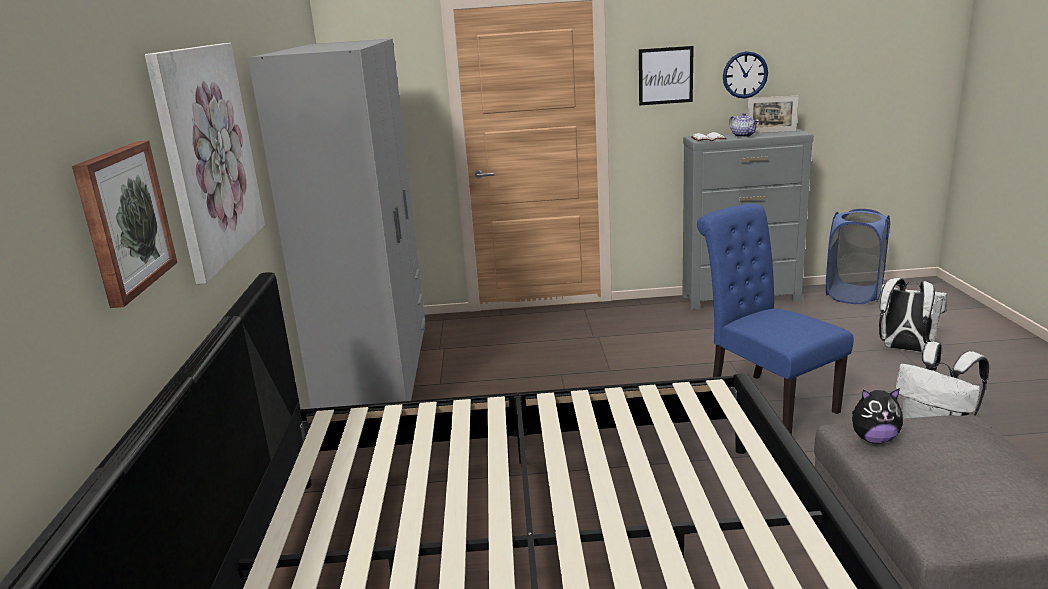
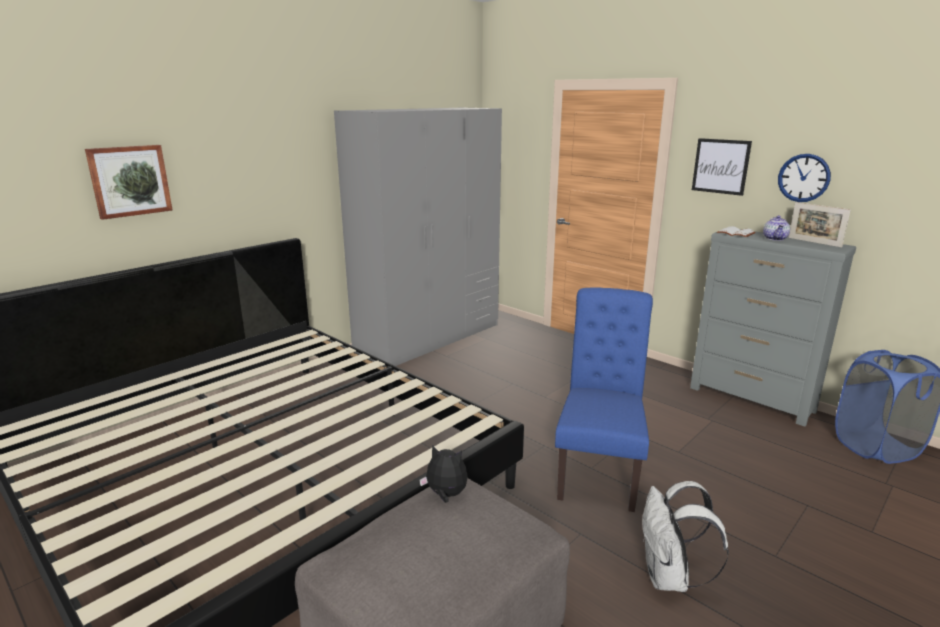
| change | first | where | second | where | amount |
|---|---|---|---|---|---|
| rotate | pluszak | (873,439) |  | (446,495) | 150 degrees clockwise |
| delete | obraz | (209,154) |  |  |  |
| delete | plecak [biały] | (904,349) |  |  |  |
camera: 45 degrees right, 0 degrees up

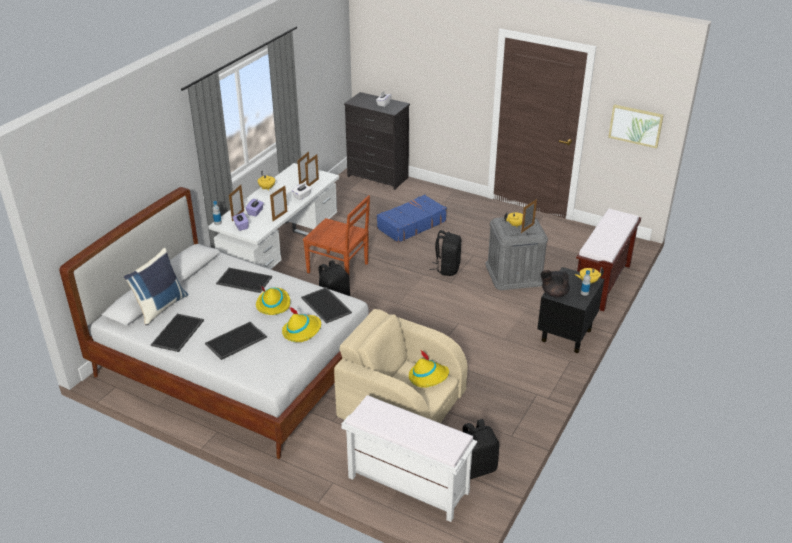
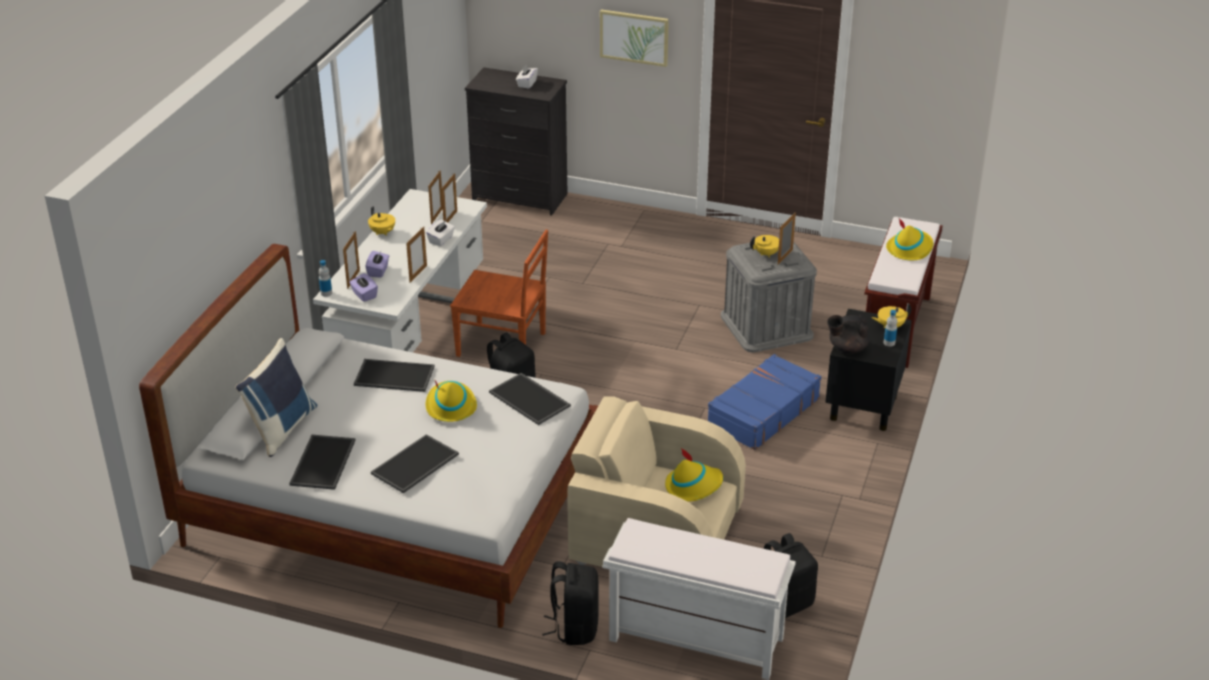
| change | first | where | second | where | amount |
|---|---|---|---|---|---|
| move | plecak [czarny] | (447,268) |  | (574,627) |  |
| move | obraz | (635,125) |  | (634,37) |  |
| move | walizka [niebieski] | (411,225) |  | (762,412) |  |
| move | kapelusz [żółty] | (302,331) |  | (909,249) |  |
camera: 10 degrees left, 0 degrees up

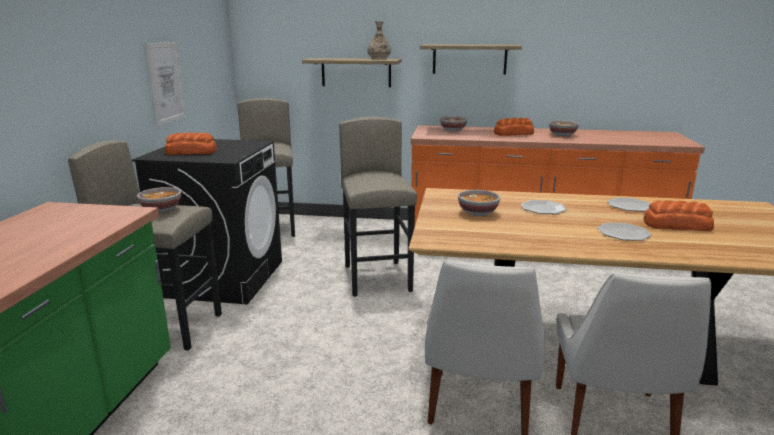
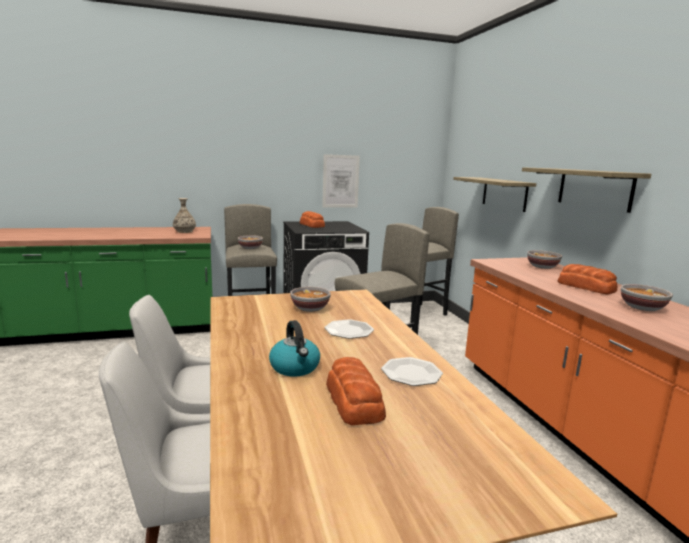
| change | first | where | second | where | amount |
|---|---|---|---|---|---|
| move | wazon | (379,59) |  | (185,231) |  |
| replace | talerz | (623,233) | czajnik | (295,367) |  |
camera: 65 degrees right, 5 degrees down

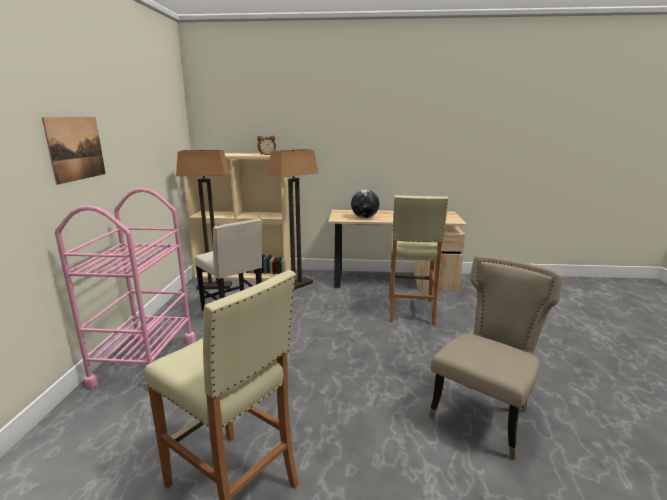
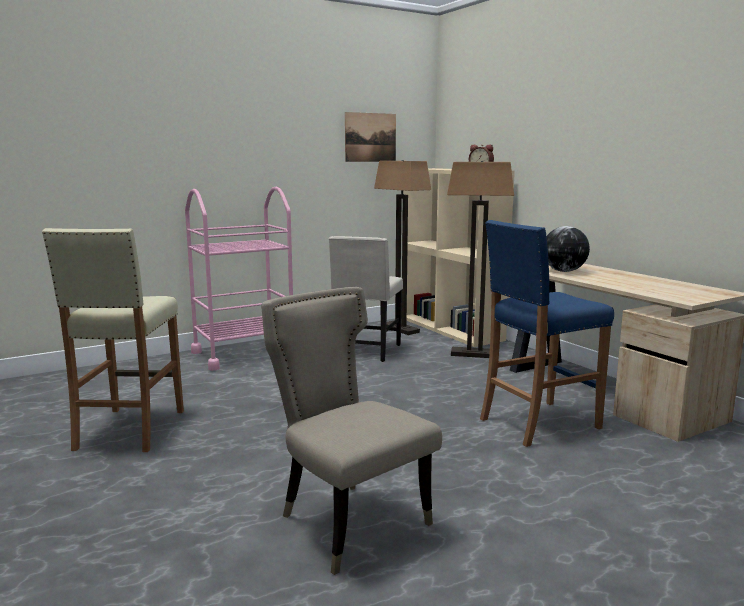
| change | first | where | second | where | amount |
|---|---|---|---|---|---|
| rotate | krzesło [beżowy] | (484,414) |  | (348,520) | 135 degrees counterclockwise |
| move | obraz | (76,148) |  | (370,137) |  |
| recolor | stołek [beżowy] | (410,310) | stołek [niebieski] | (538,423) |  |
camera: 55 degrees right, 5 degrees down

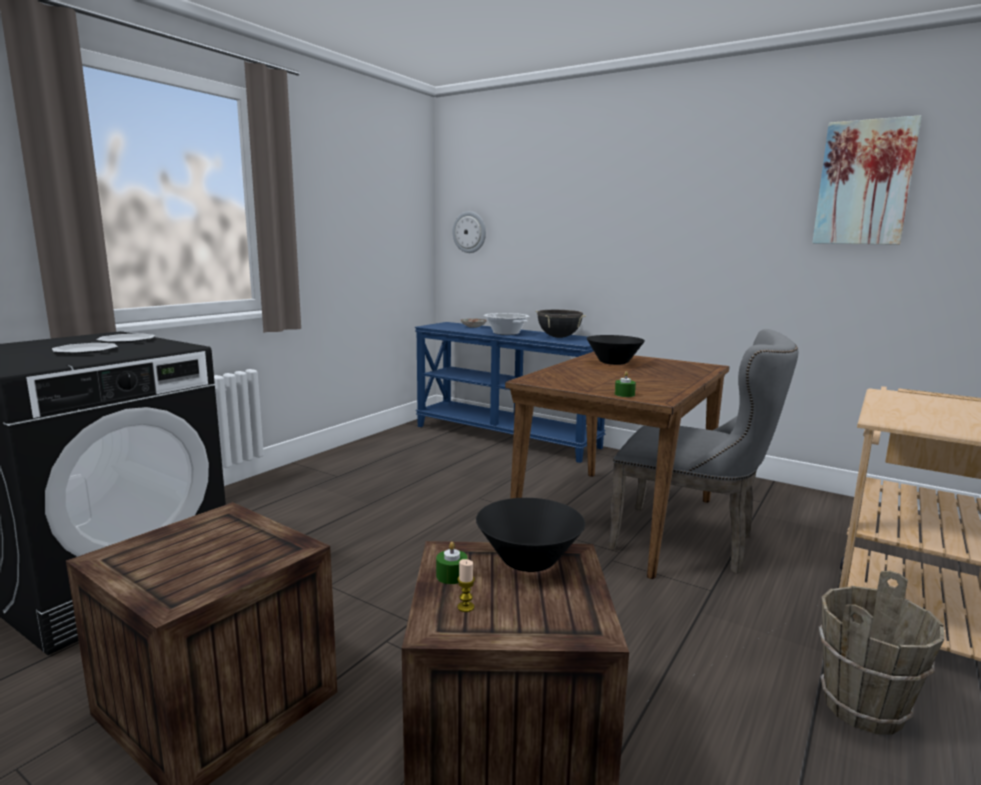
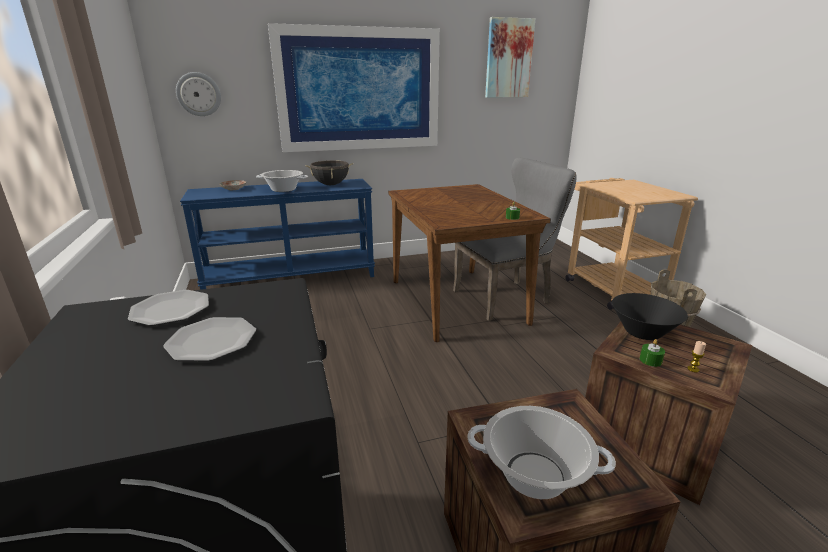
| change | first | where | second | where | amount |
|---|---|---|---|---|---|
| insert |  |  | obraz | (359,90) |  |
| insert |  |  | garnek | (535,475) |  |
| delete | miska [czarny] | (613,362) |  |  |  |
camera: 50 degrees left, 10 degrees up

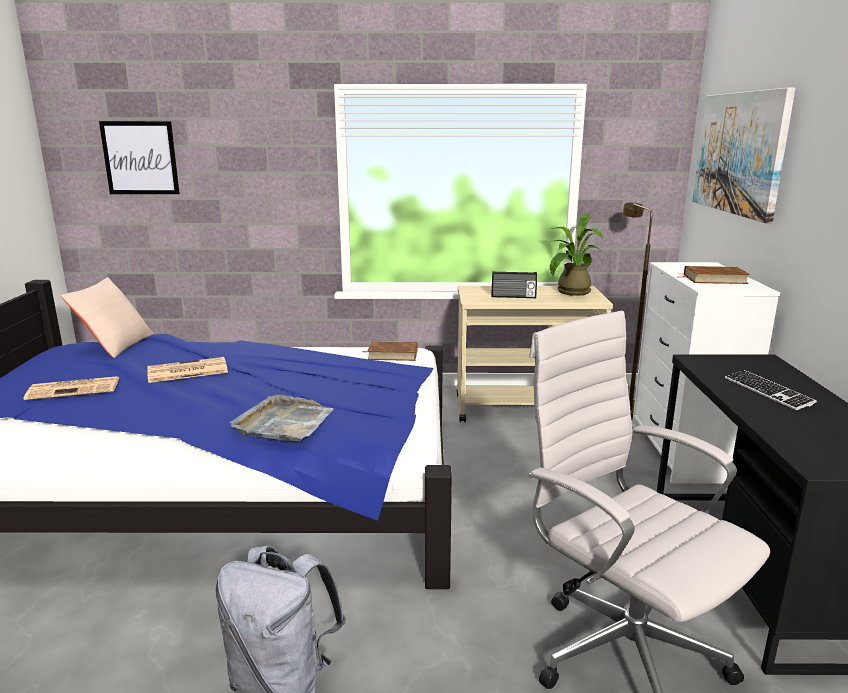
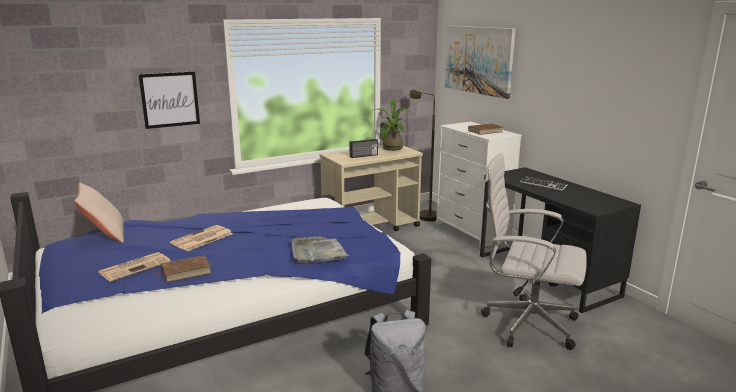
| change | first | where | second | where | amount |
|---|---|---|---|---|---|
| move | obraz | (140,158) |  | (170,99) |  |
| move | książka [brązowy] | (392,354) |  | (186,271) |  |
camera: 30 degrees left, 0 degrees up

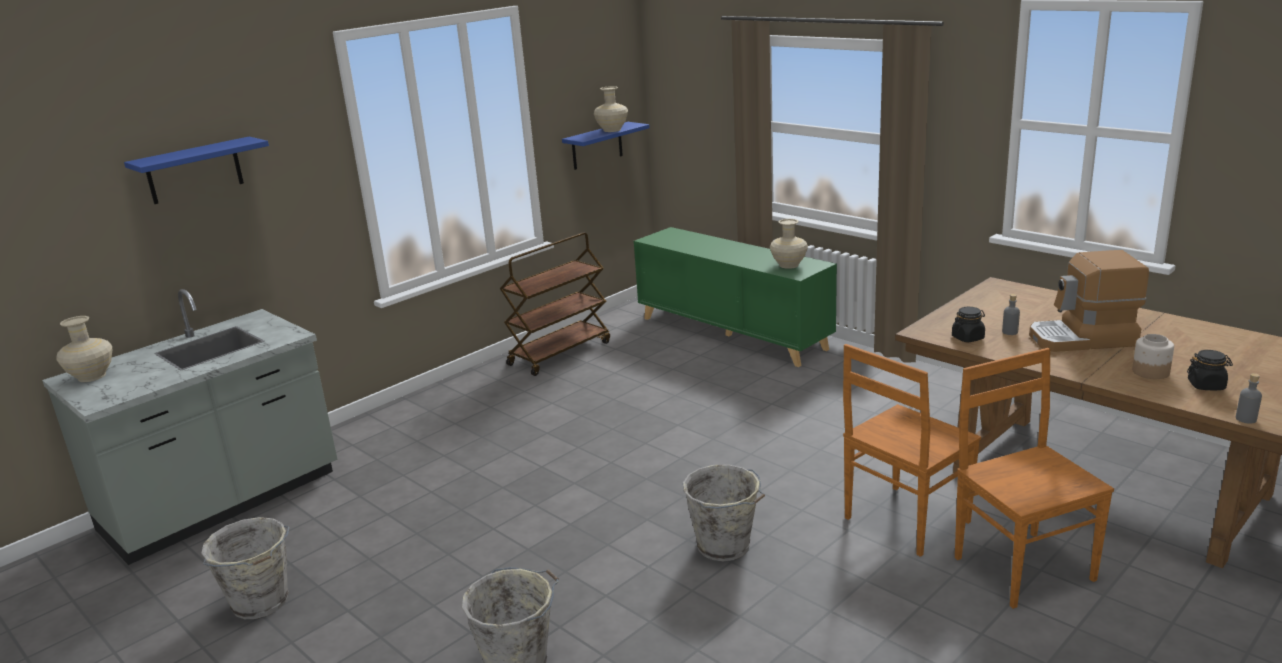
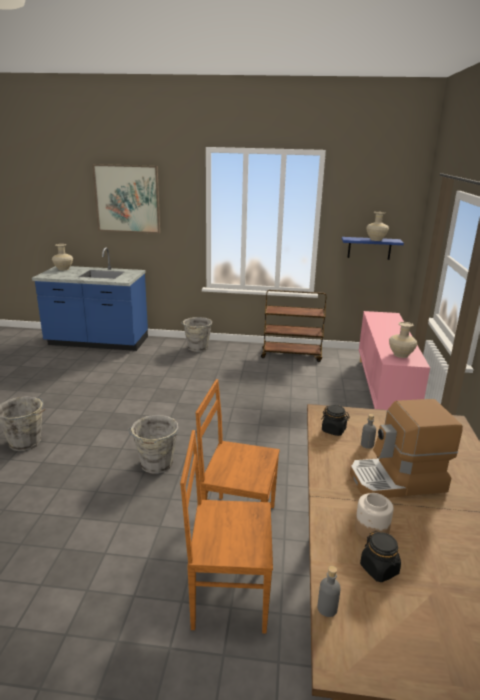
| change | first | where | second | where | amount |
|---|---|---|---|---|---|
| recolor | zabudowa kuchenna [szary] | (223,503) | zabudowa kuchenna [niebieski] | (97,342) |  |
| replace | półka [niebieski] | (194,171) | obraz | (127,199) |  |
| rotate | krzesło [brązowy] | (1021,566) |  | (227,595) | 120 degrees counterclockwise |
| move | wiadro [szary] | (261,603) |  | (197,348) |  |
| rotate | ekspres do kawy | (1083,339) |  | (397,480) | 60 degrees counterclockwise |
| recolor | szafka [zielony] | (732,333) | szafka [różowy] | (383,390) |  |
camera: 50 degrees right, 0 degrees up

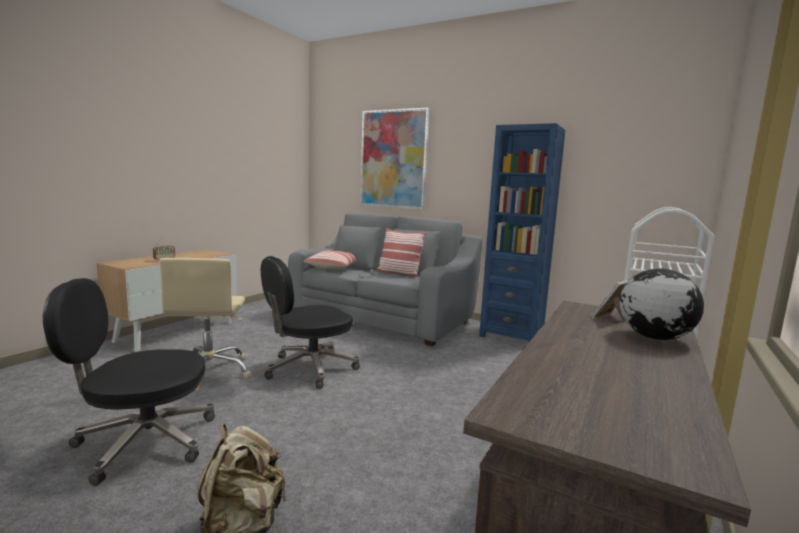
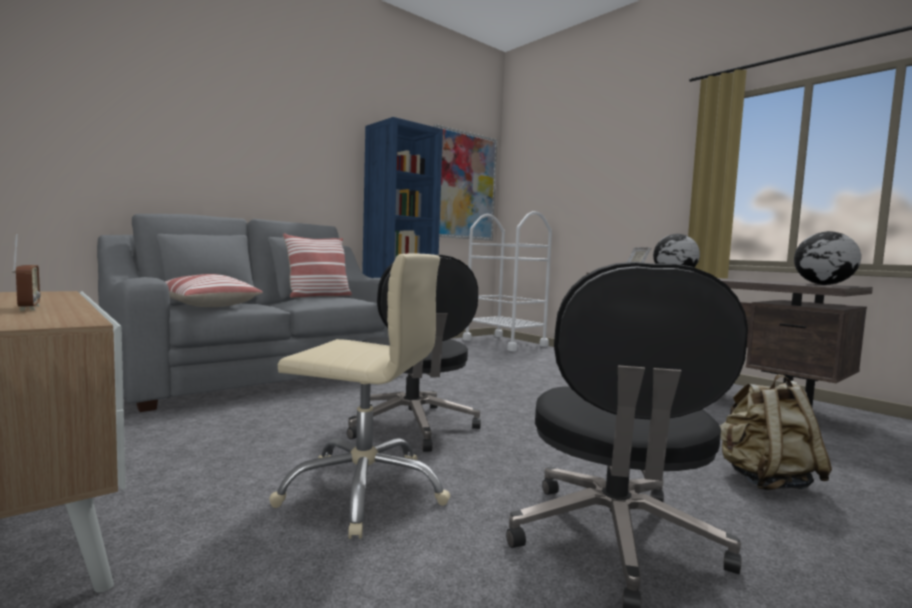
| change | first | where | second | where | amount |
|---|---|---|---|---|---|
| move | obraz | (393,159) |  | (464,186) |  |
| insert |  |  | globus | (823,284) |  |
camera: 70 degrees left, 5 degrees down

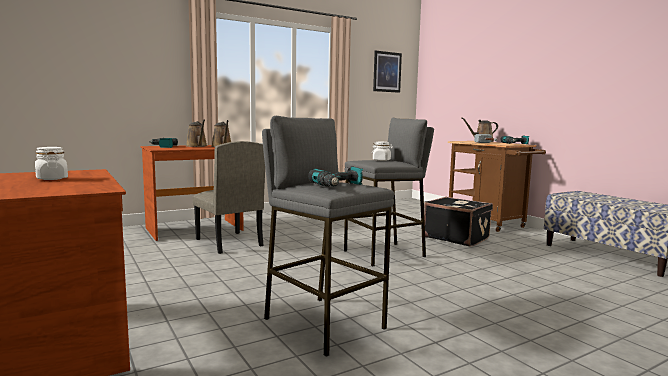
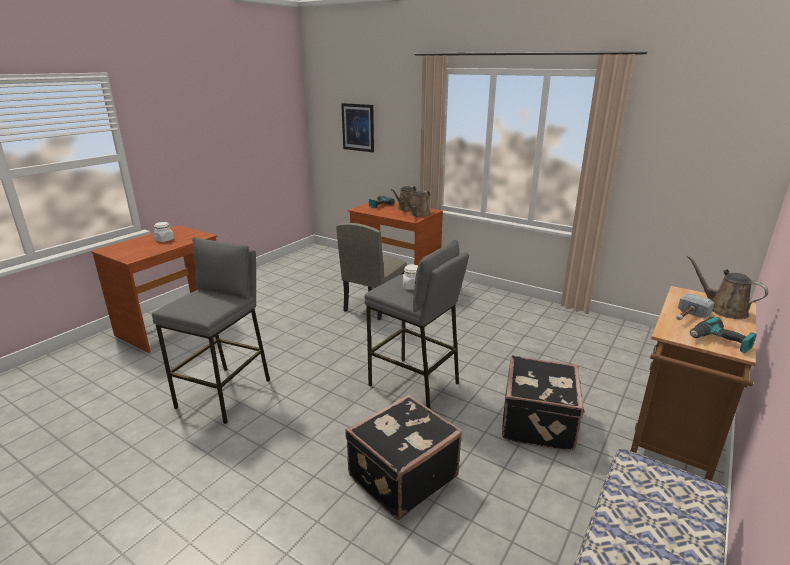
| change | first | where | second | where | amount |
|---|---|---|---|---|---|
| move | obraz | (387,72) |  | (358,127) |  |
| insert |  |  | walizka [czarny] | (401,475) |  |
| delete | wiertarka | (339,186) |  |  |  |
camera: 65 degrees right, 15 degrees up

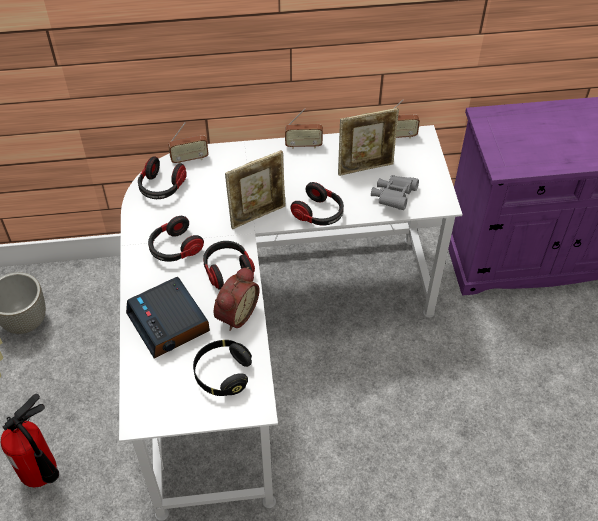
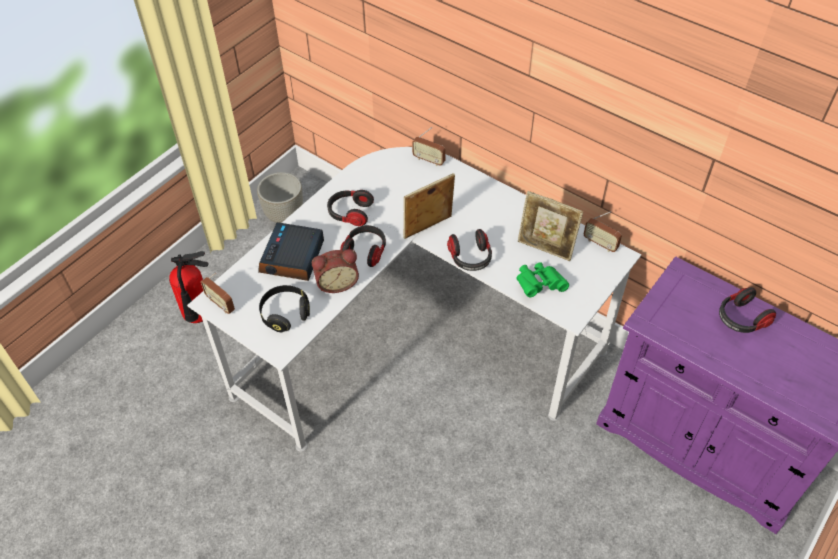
| change | first | where | second | where | amount |
|---|---|---|---|---|---|
| move | radio | (303,145) |  | (221,304) |  |
| rotate | ramka na zdjęcie | (258,215) |  | (428,229) | 135 degrees clockwise |
| recolor | lornetka [szary] | (393,197) | lornetka [zielony] | (539,285) |  |
| move | słuchawki | (161,187) |  | (741,319) |  |
camera: 45 degrees right, 0 degrees up

